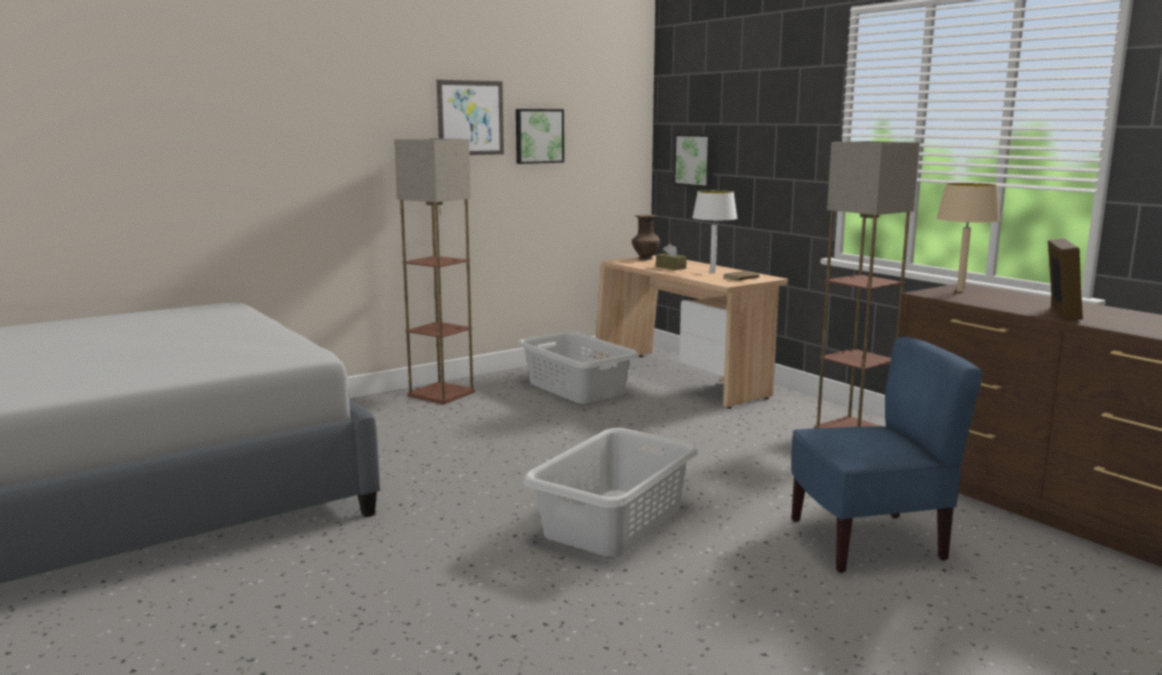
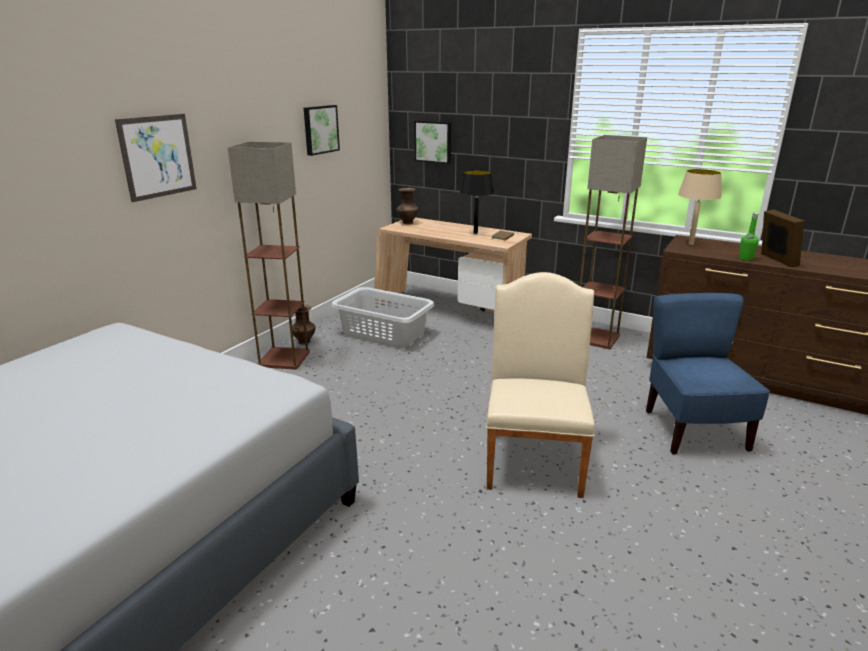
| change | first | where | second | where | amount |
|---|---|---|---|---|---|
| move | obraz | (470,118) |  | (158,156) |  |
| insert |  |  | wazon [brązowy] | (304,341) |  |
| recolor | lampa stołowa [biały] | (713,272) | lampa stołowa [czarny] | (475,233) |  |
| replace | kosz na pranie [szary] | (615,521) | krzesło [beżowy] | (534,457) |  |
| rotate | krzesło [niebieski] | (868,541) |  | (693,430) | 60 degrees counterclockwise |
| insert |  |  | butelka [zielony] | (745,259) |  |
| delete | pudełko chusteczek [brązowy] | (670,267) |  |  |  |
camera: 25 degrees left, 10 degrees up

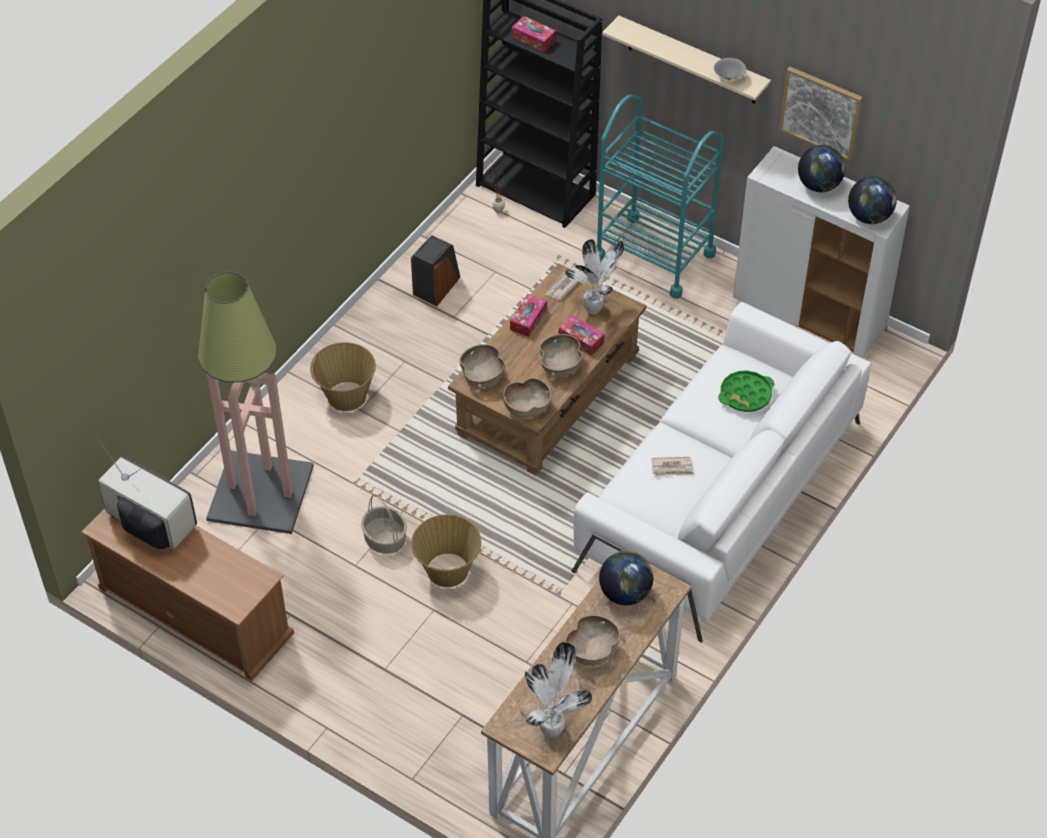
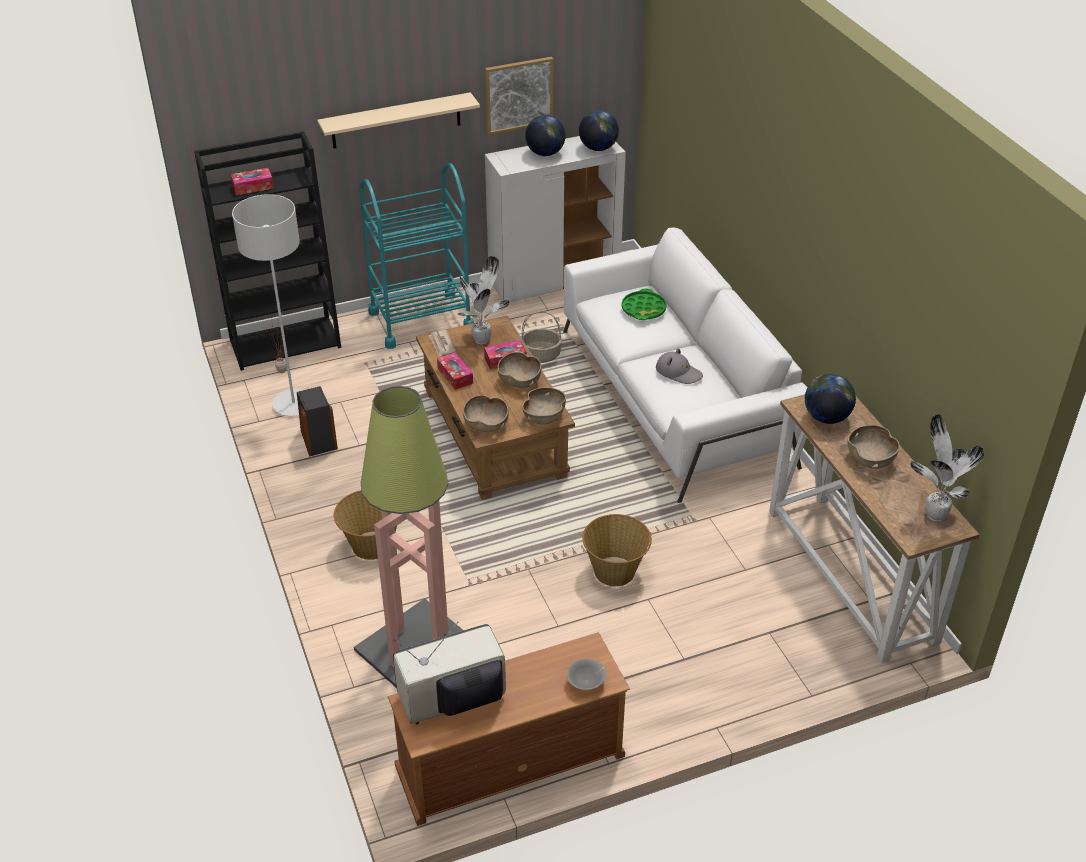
| change | first | where | second | where | amount |
|---|---|---|---|---|---|
| insert |  |  | lampa stojąca [szary] | (294,404) |  |
| move | koszyk | (384,539) |  | (540,355) |  |
| move | miska [szary] | (729,77) |  | (587,683) |  |
| replace | gazeta | (672,468) | kapelusz [szary] | (678,372) |  |
camera: 55 degrees left, 10 degrees down

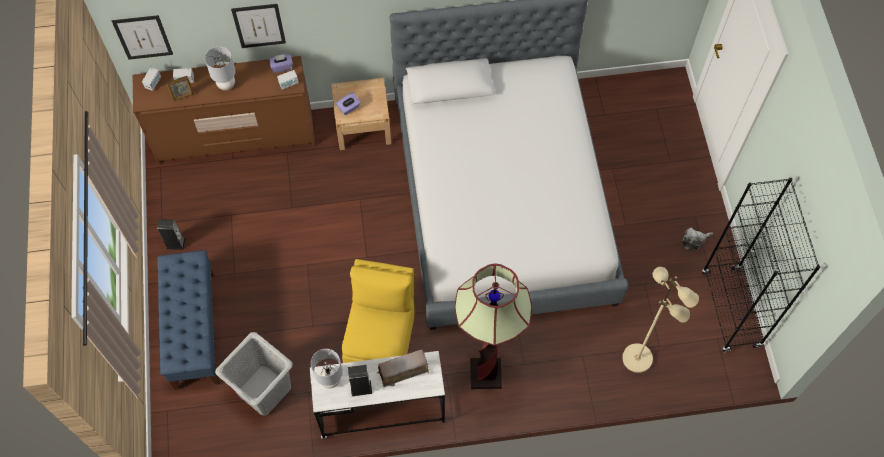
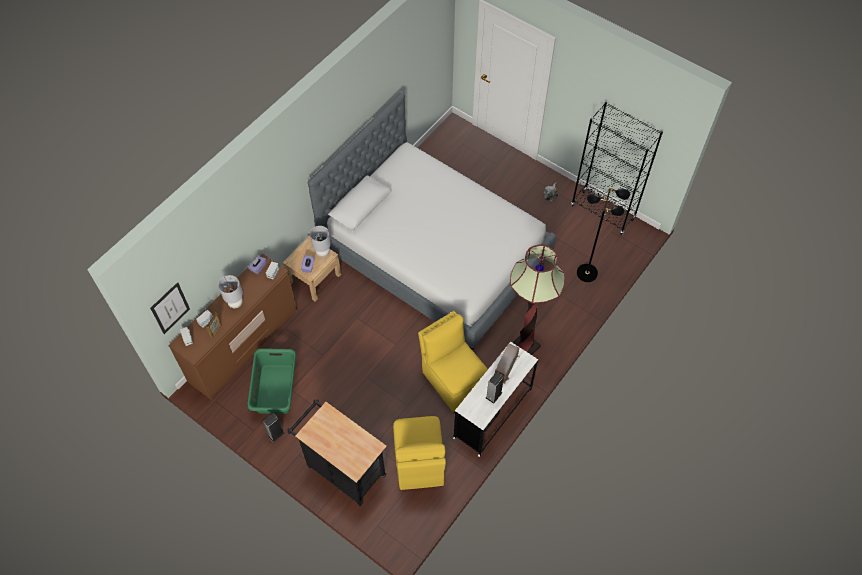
| change | first | where | second | where | amount |
|---|---|---|---|---|---|
| insert |  |  | kosz na pranie [zielony] | (276,389) |  |
| replace | ławka [niebieski] | (195,330) | wózek [czarny] | (342,468) |  |
| move | lampa stołowa [szary] | (330,380) |  | (323,253) |  |
| replace | kosz na pranie [szary] | (263,390) | krzesło [żółty] | (419,463) |  |
| recolor | lampa stojąca [beżowy] | (638,358) | lampa stojąca [czarny] | (587,272) |  |
| delete | obraz | (259,25) |  |  |  |
camera: 45 degrees left, 5 degrees down

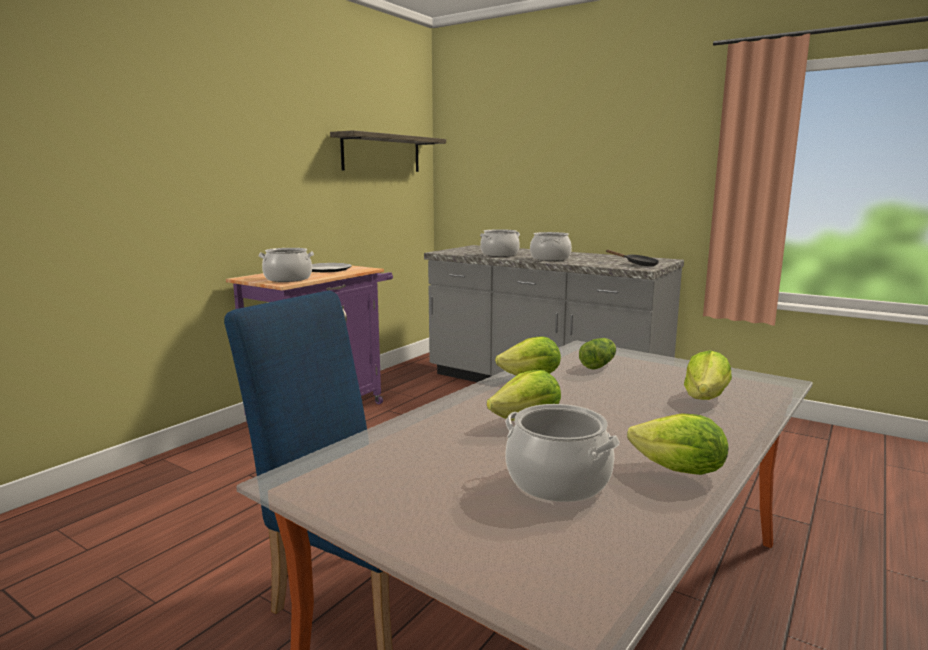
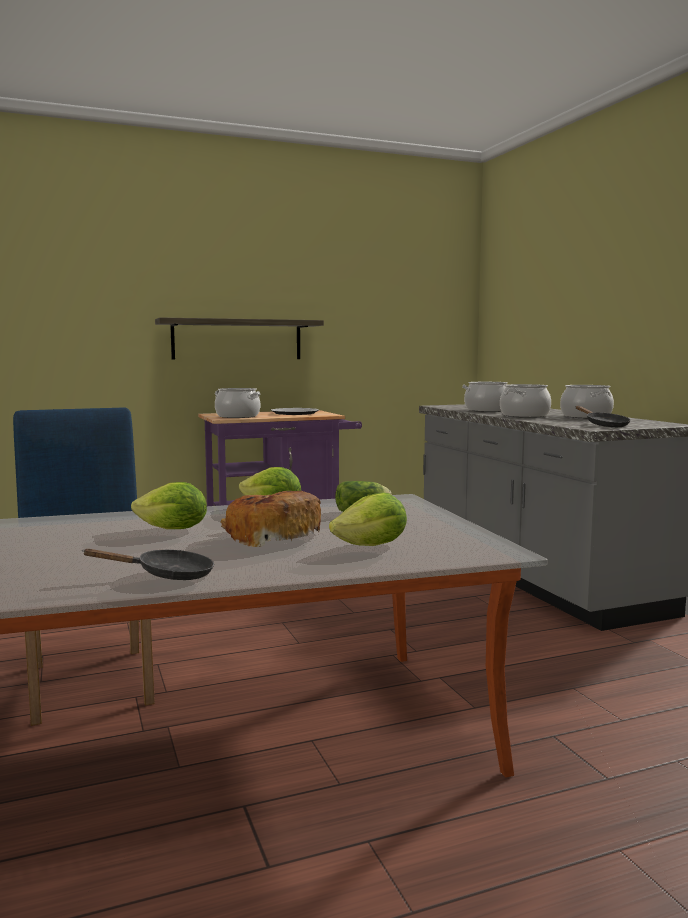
| change | first | where | second | where | amount |
|---|---|---|---|---|---|
| replace | sałata | (679,471) | patelnia [czarny] | (167,575) |  |
| move | półka | (381,153) |  | (237,339) |  |
| insert |  |  | chleb | (271,536) |  |
| move | garnek | (558,480) |  | (586,416) |  |
camera: 35 degrees right, 5 degrees down

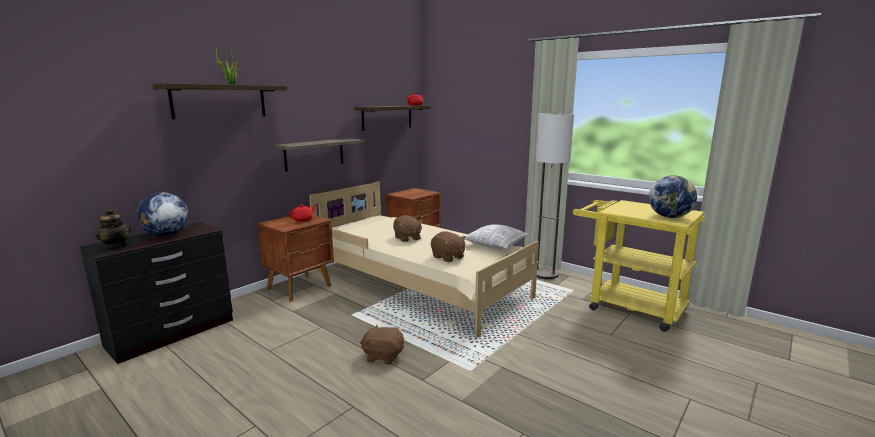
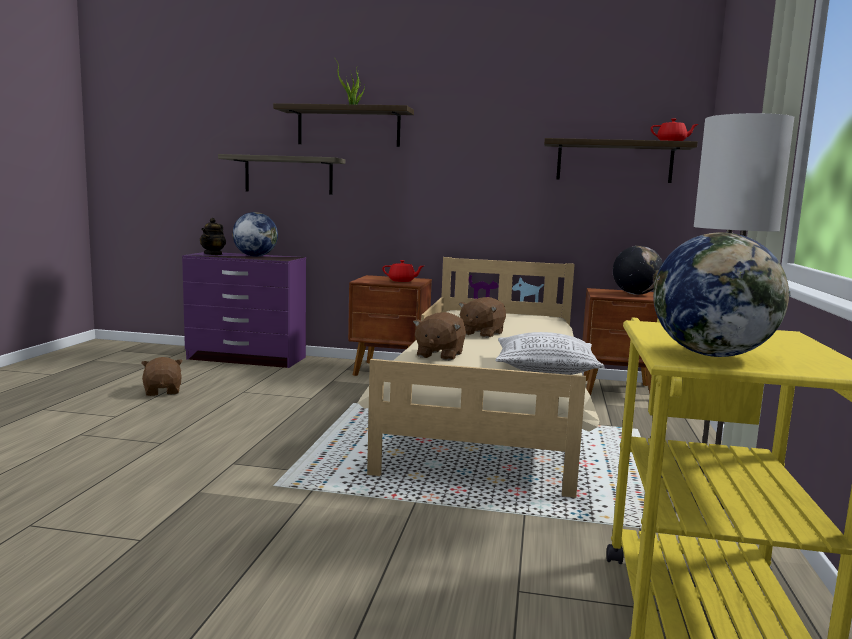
| change | first | where | second | where | amount |
|---|---|---|---|---|---|
| move | pluszak [brązowy] | (383,356) |  | (163,391) |  |
| recolor | komoda [czarny] | (172,333) | komoda [fioletowy] | (246,358) |  |
| move | półka | (314,154) |  | (288,175) |  |
| insert |  |  | globus | (635,294) |  |
camera: 60 degrees right, 5 degrees down

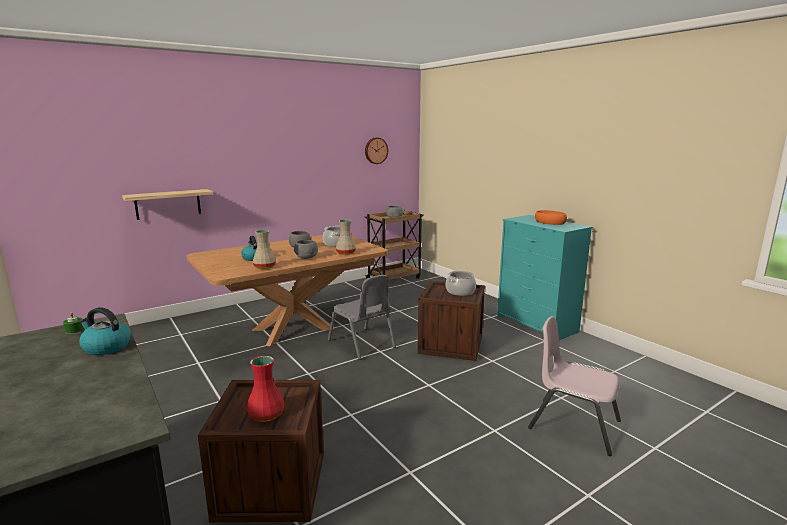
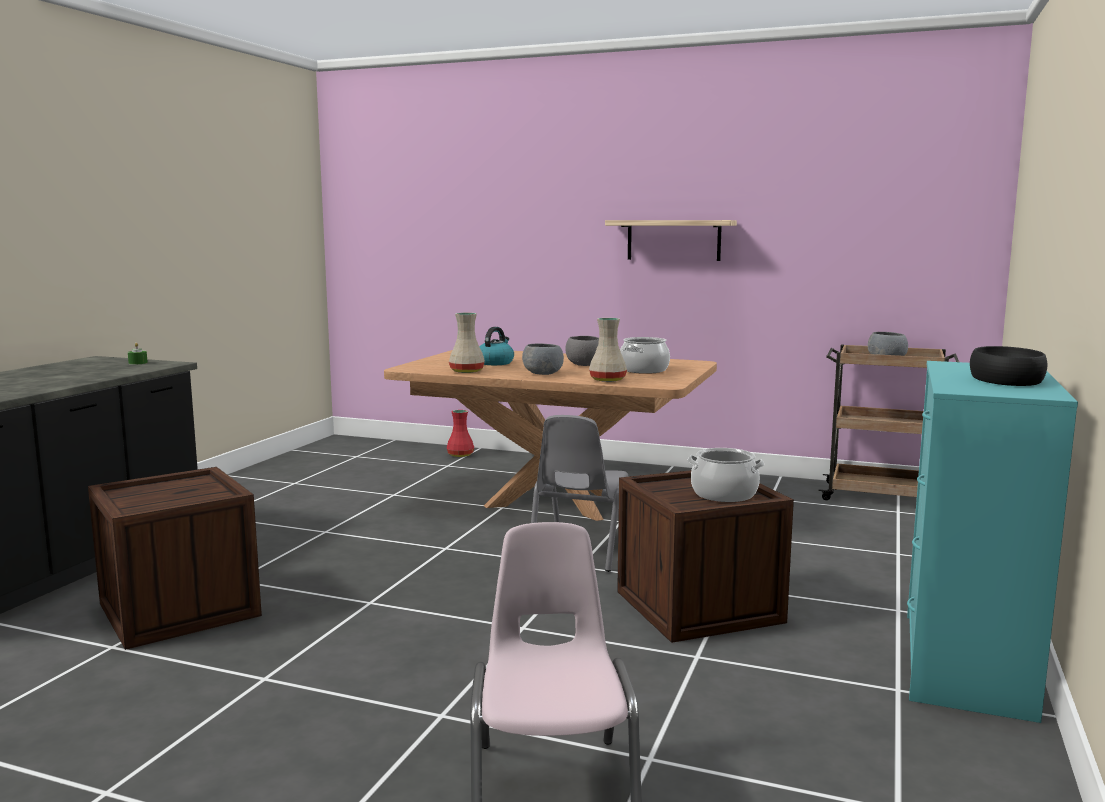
| change | first | where | second | where | amount |
|---|---|---|---|---|---|
| move | wazon [czerwony] | (267,414) |  | (461,455) |  |
| move | półka | (168,204) |  | (673,240) |  |
| recolor | miska [pomarańczowy] | (550,222) | miska [czarny] | (1007,379) |  |
| delete | czajnik | (106,347) |  |  |  |
| delete | zegar ścienny | (375,150) |  |  |  |
camera: 55 degrees right, 5 degrees down

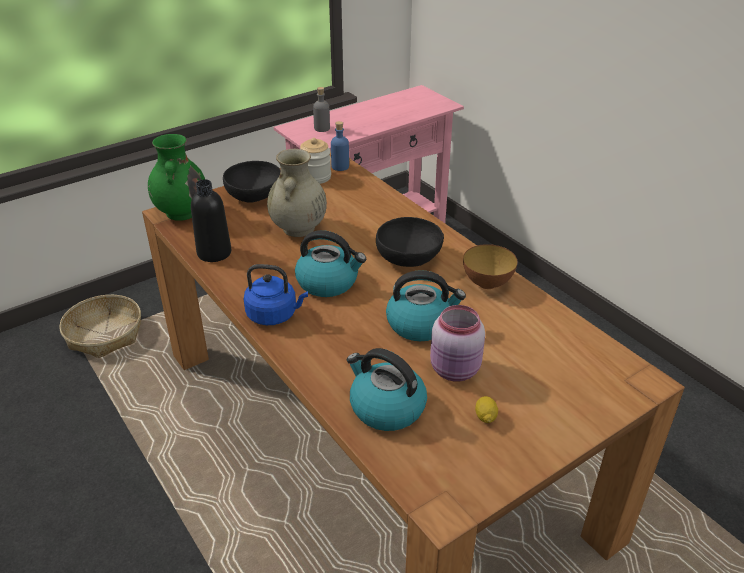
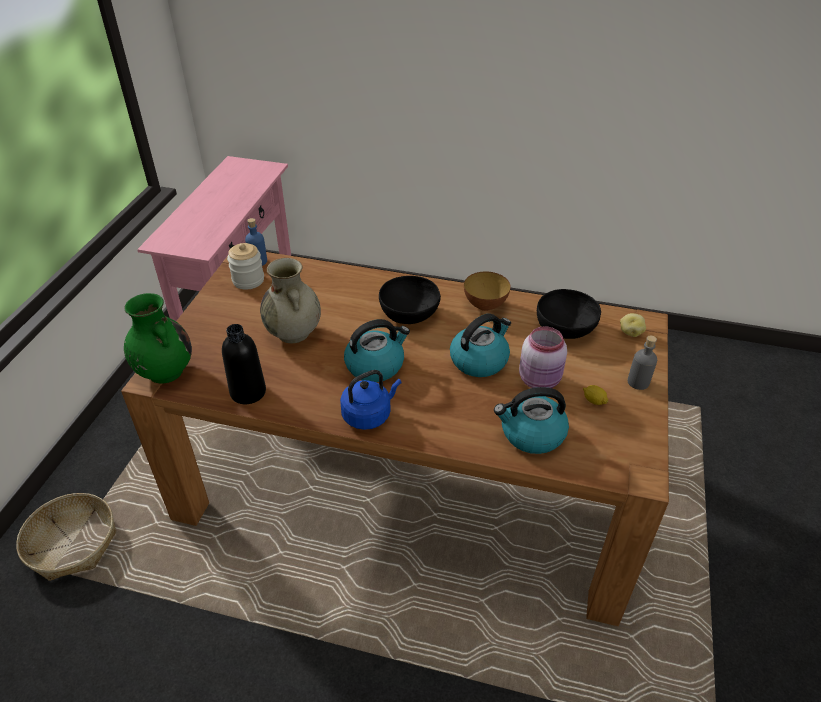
| change | first | where | second | where | amount |
|---|---|---|---|---|---|
| move | miska [czarny] | (255,196) |  | (565,328) |  |
| insert |  |  | ziemniak | (630,332) |  |
| move | butelka [szary] | (322,128) |  | (638,382) |  |
camera: 40 degrees left, 5 degrees up

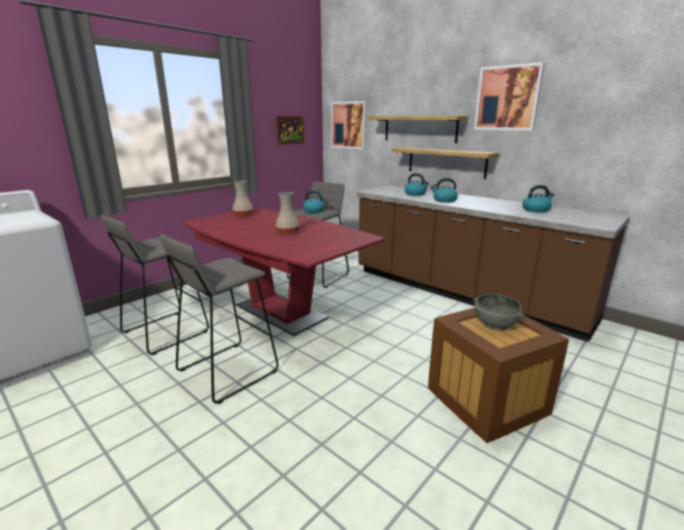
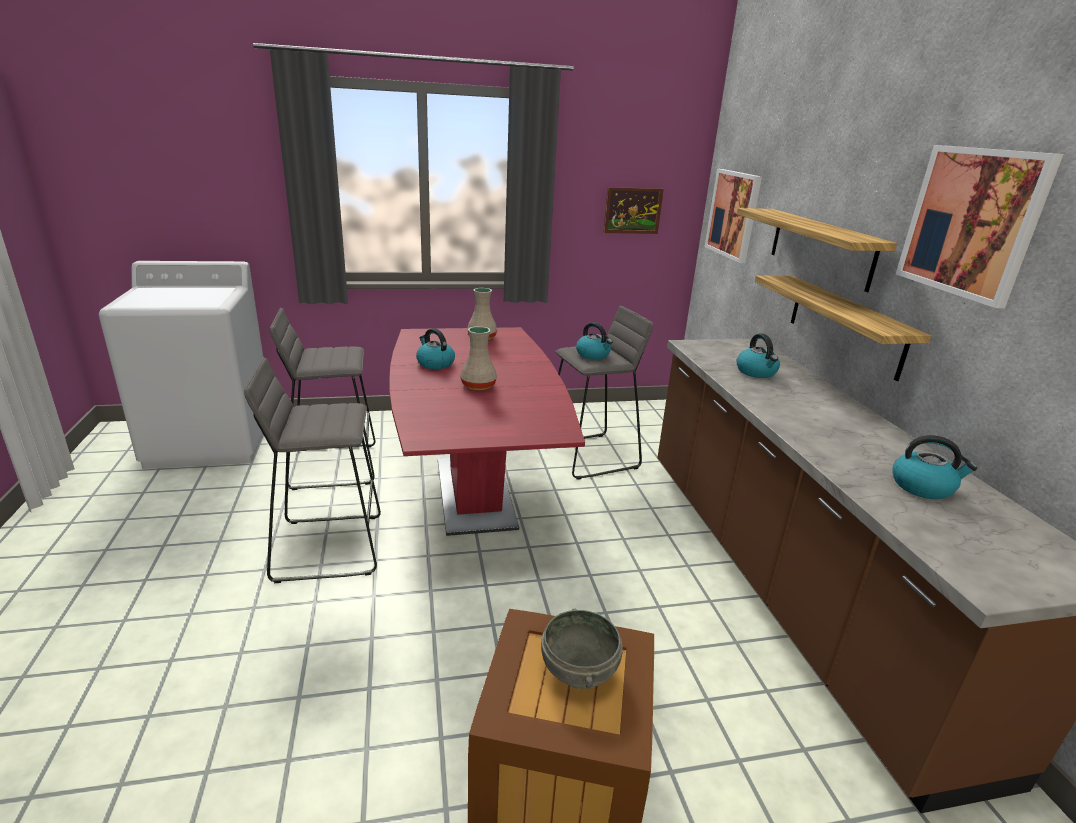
| change | first | where | second | where | amount |
|---|---|---|---|---|---|
| move | czajnik | (444,200) |  | (435,363) |  |
camera: 35 degrees right, 5 degrees up

